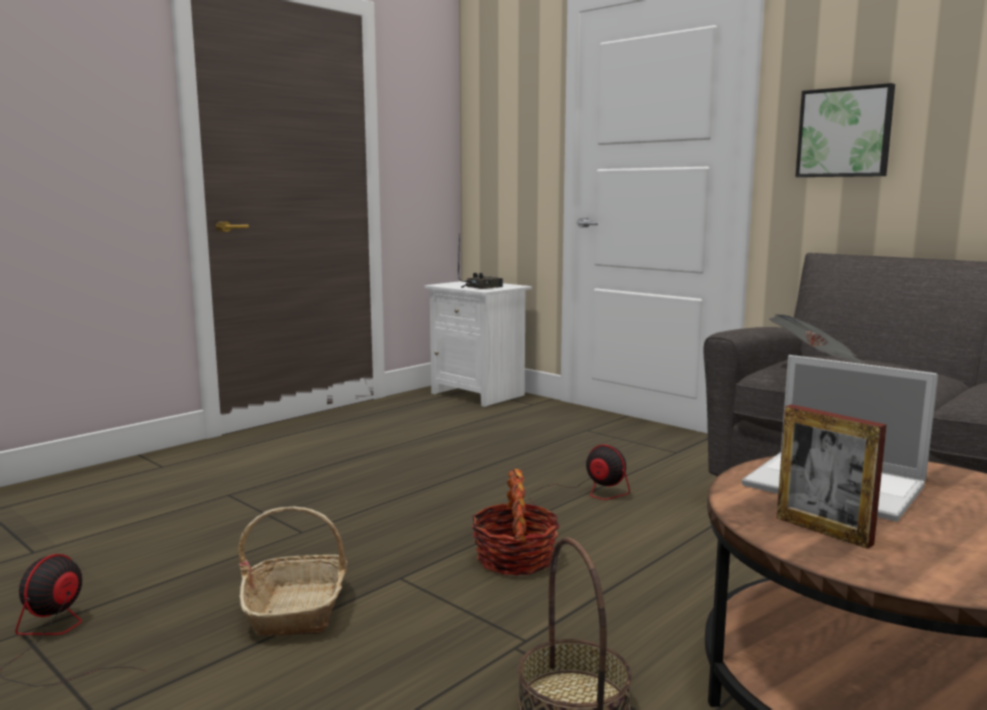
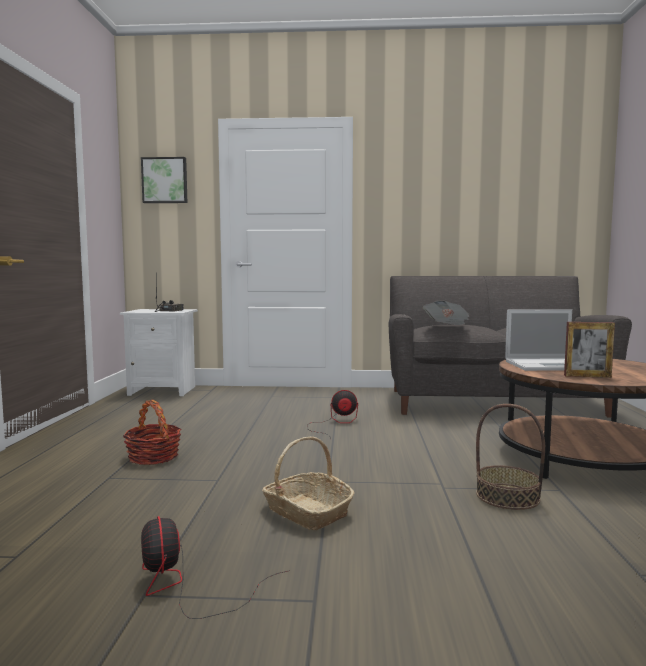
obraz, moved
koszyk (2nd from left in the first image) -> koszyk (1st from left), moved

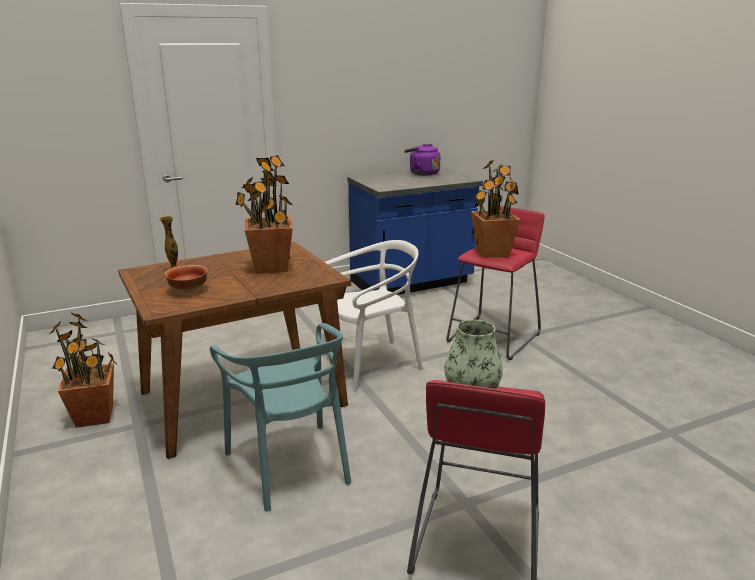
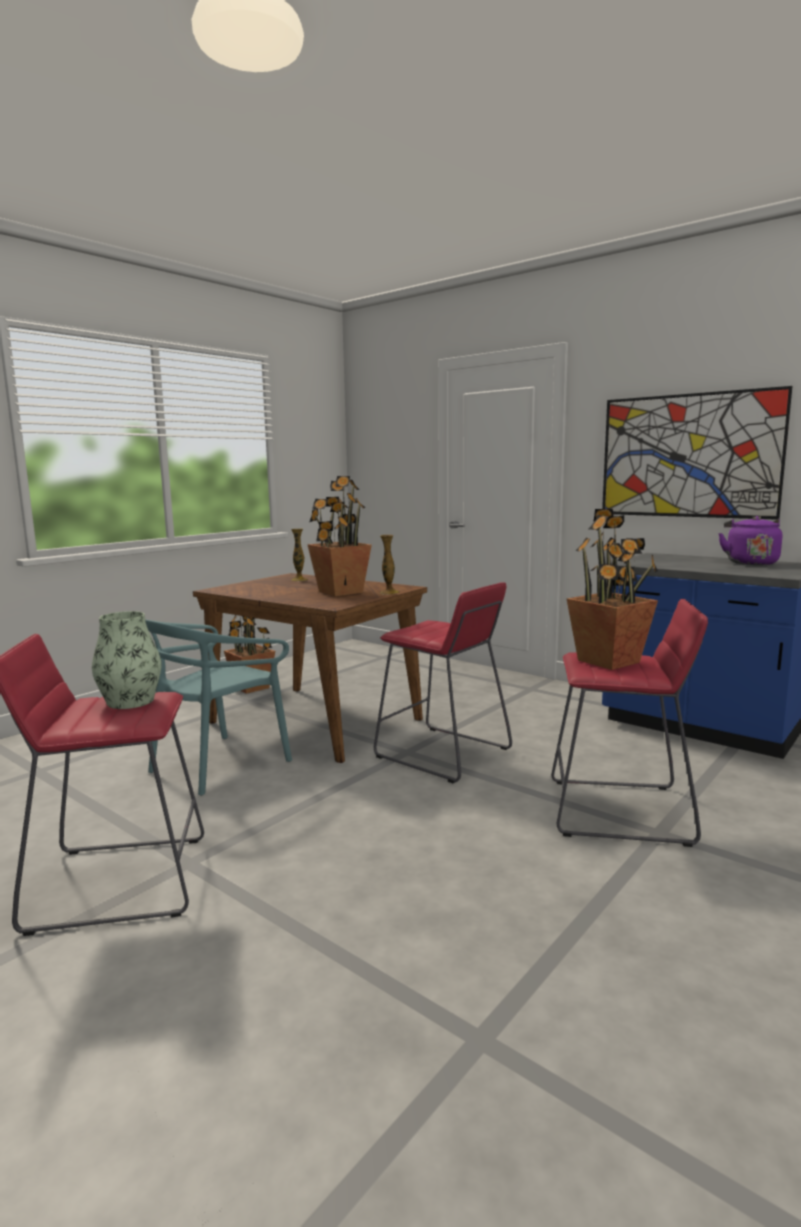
krzesło/biały -> stołek/czerwony (2nd from left)
miska -> none
none -> obraz
none -> wazon (3rd from left)

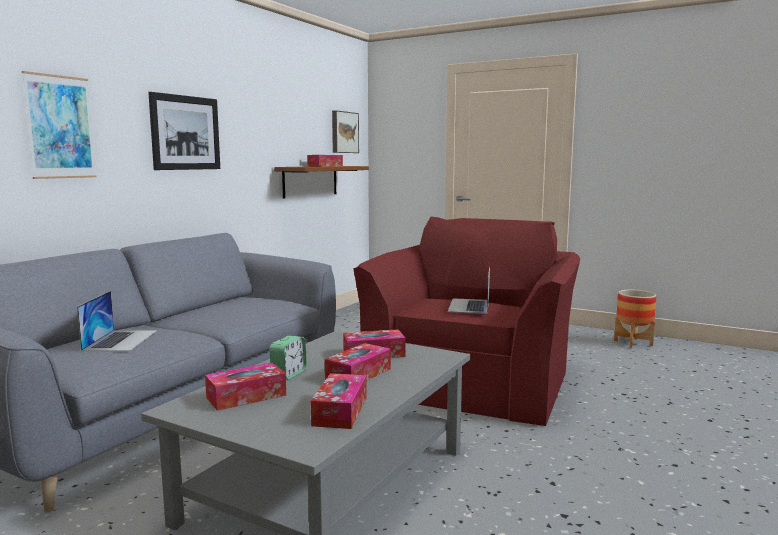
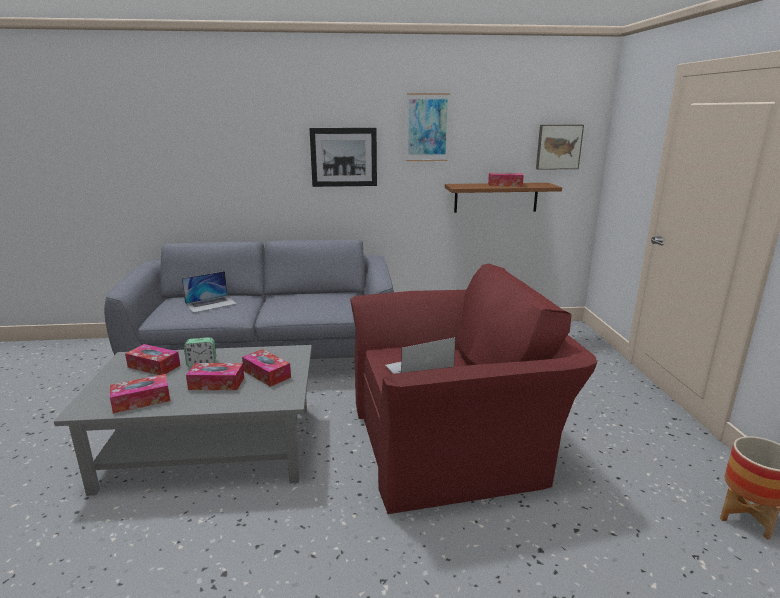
obraz (1st from left in the first image) -> obraz (2nd from left), moved

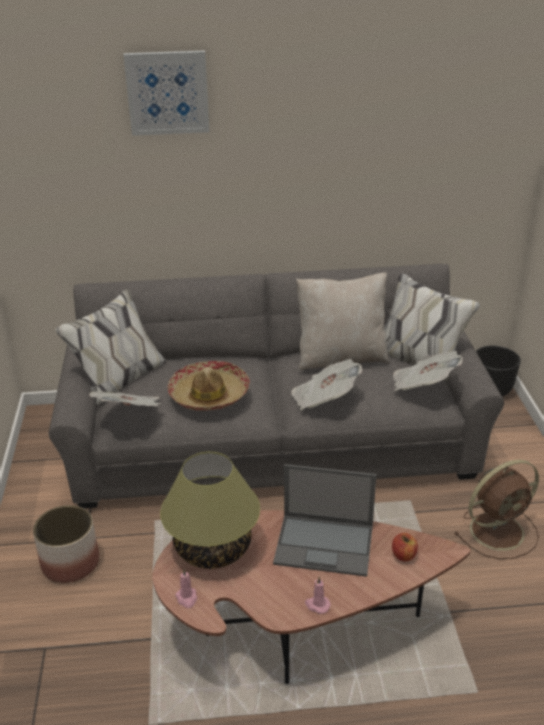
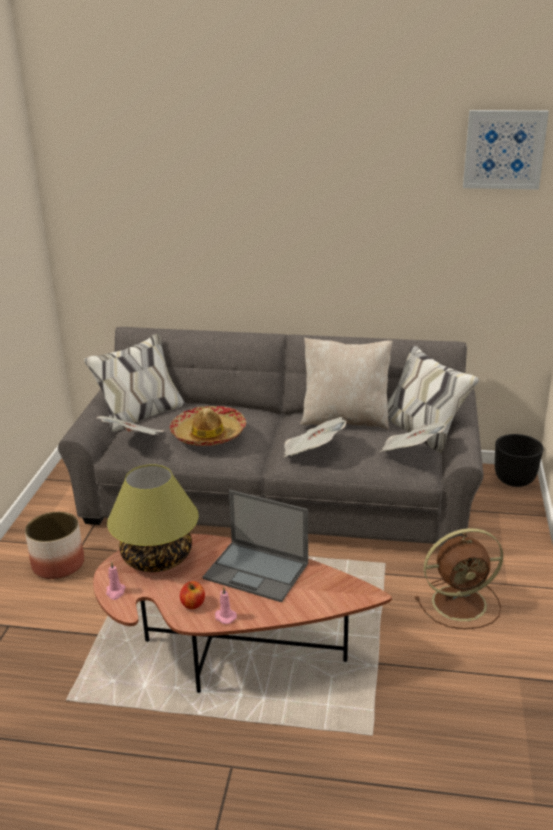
obraz, moved
jabłko, moved

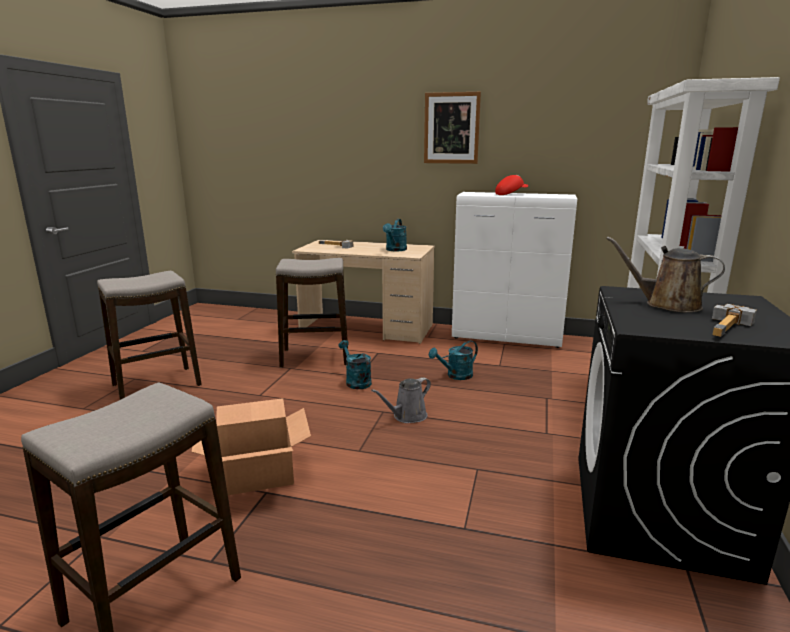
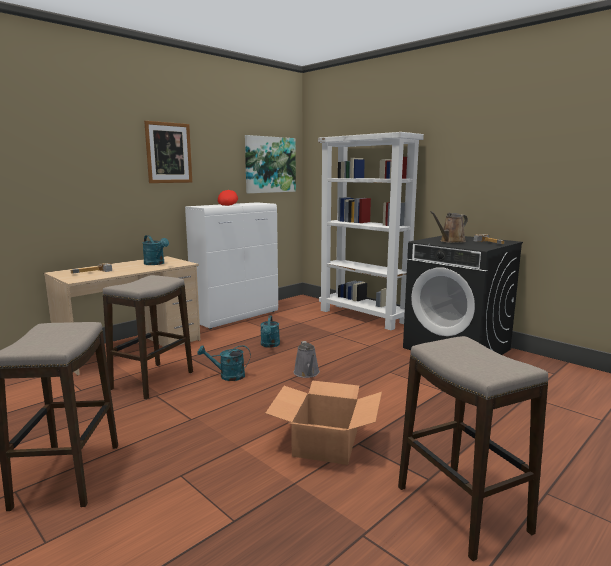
none -> obraz (2nd from left)

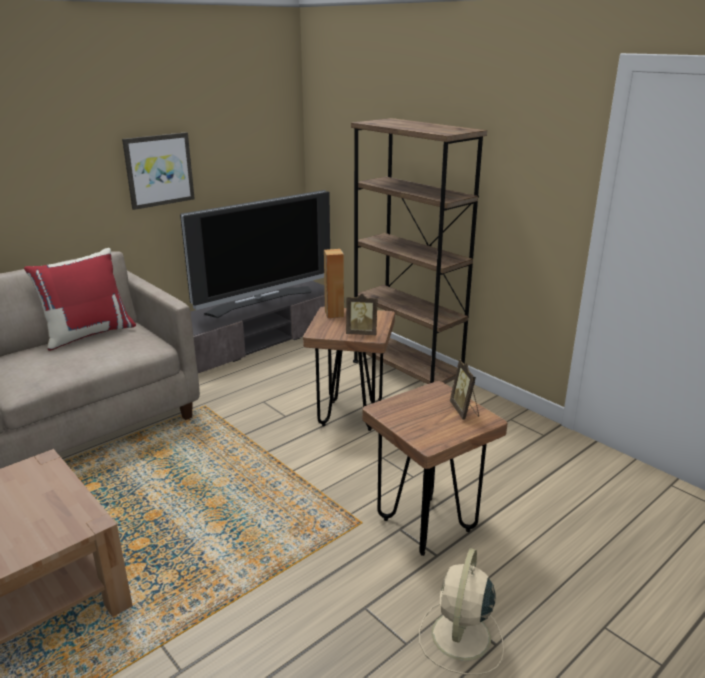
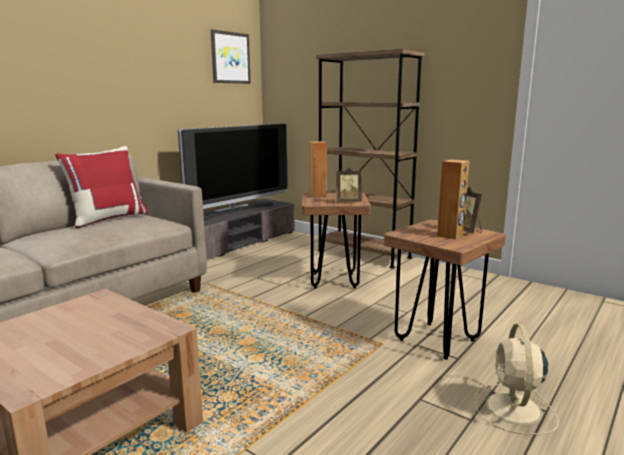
obraz, moved
none -> głośnik/brązowy (2nd from left)

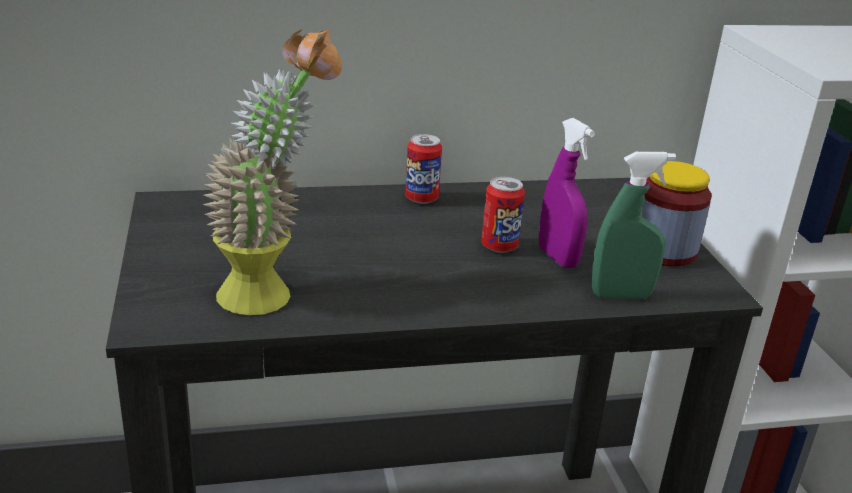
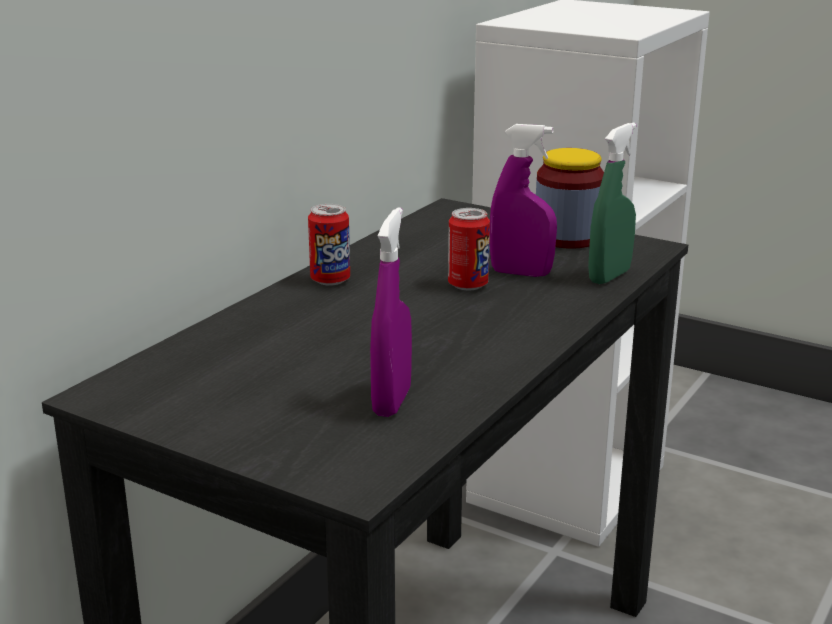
roślina doniczkowa -> spryskiwacz/fioletowy (1st from left)

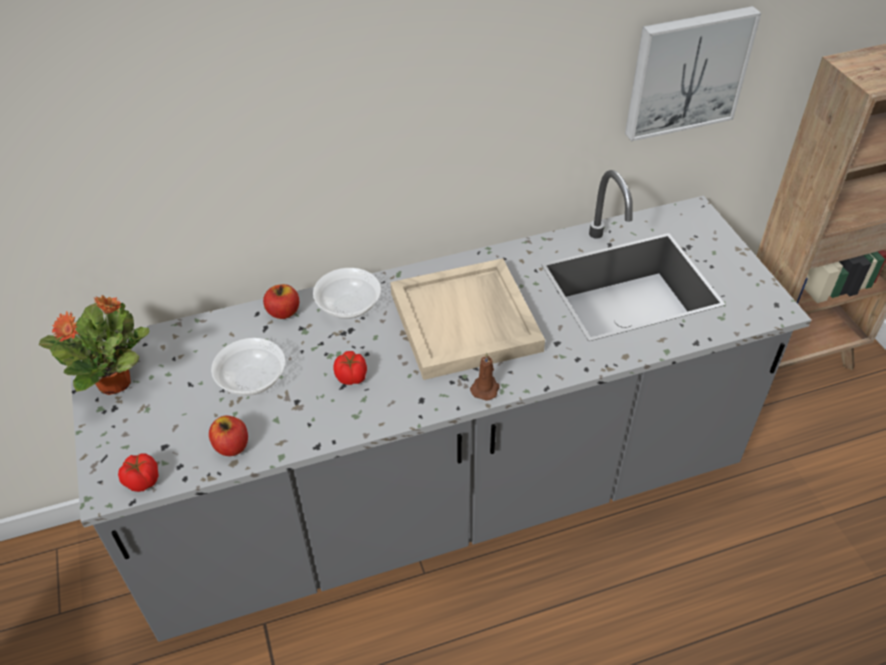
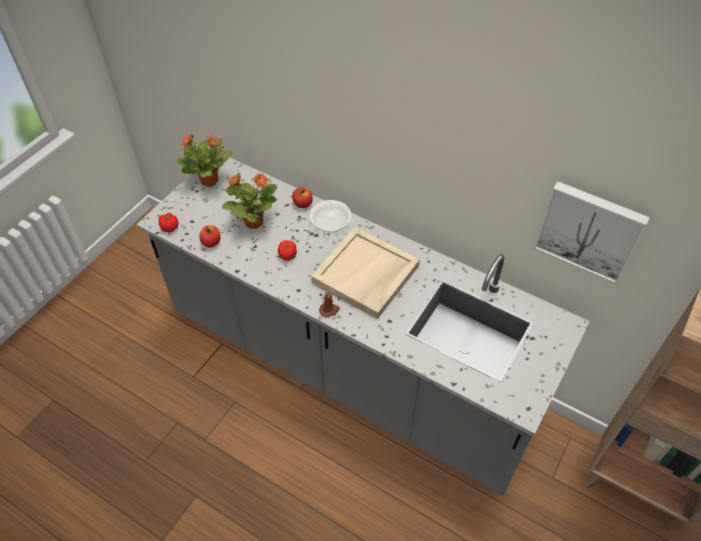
miska (1st from left) -> roślina doniczkowa (2nd from left)

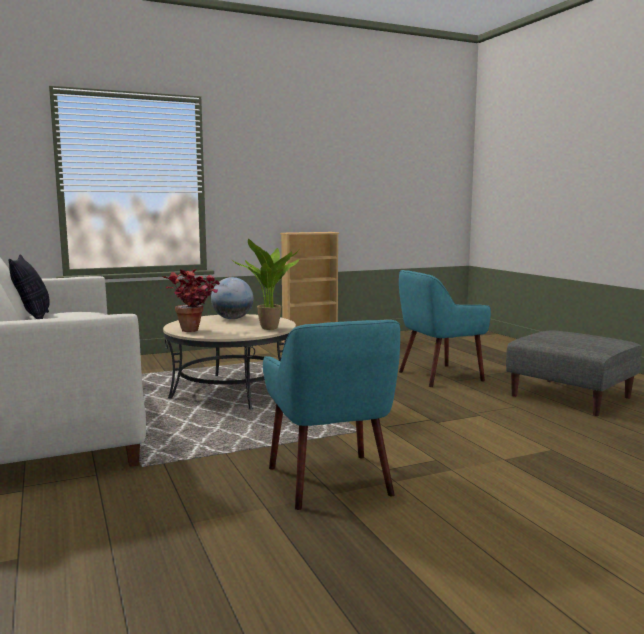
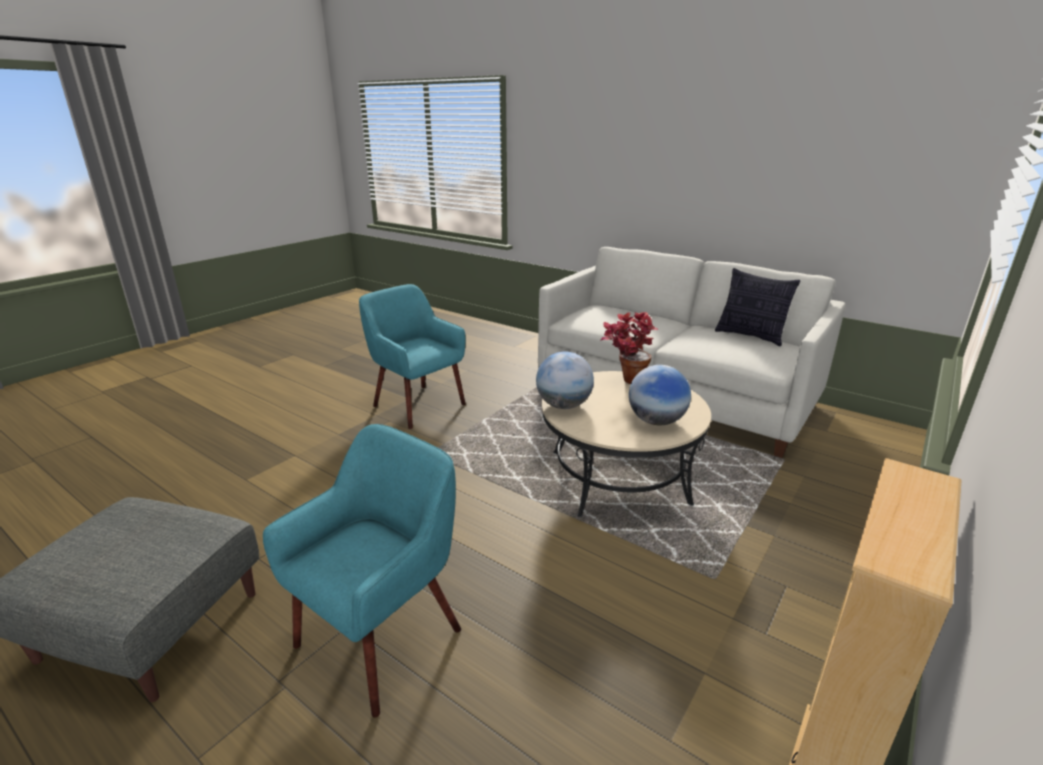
roślina doniczkowa (2nd from left) -> globus (1st from left)

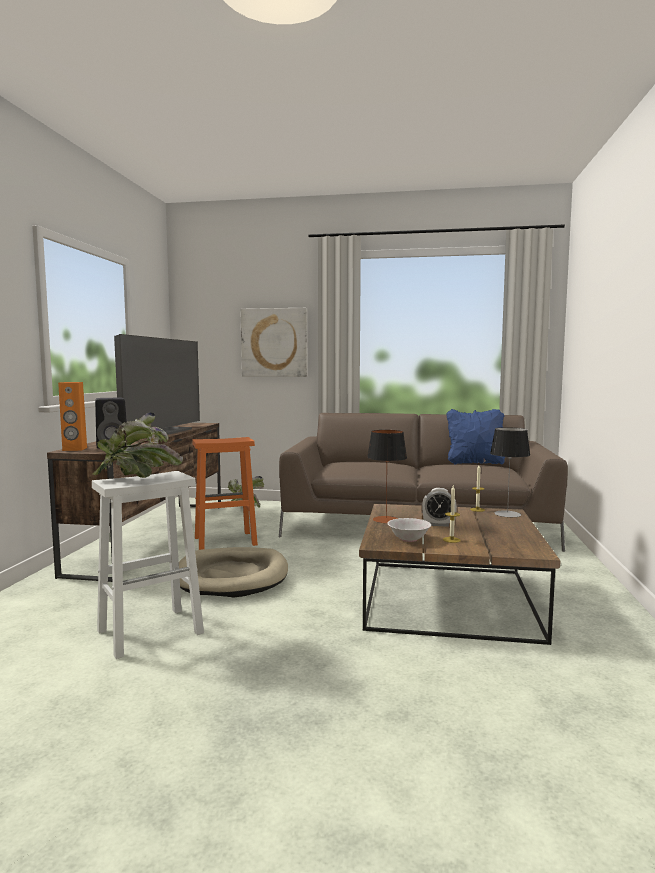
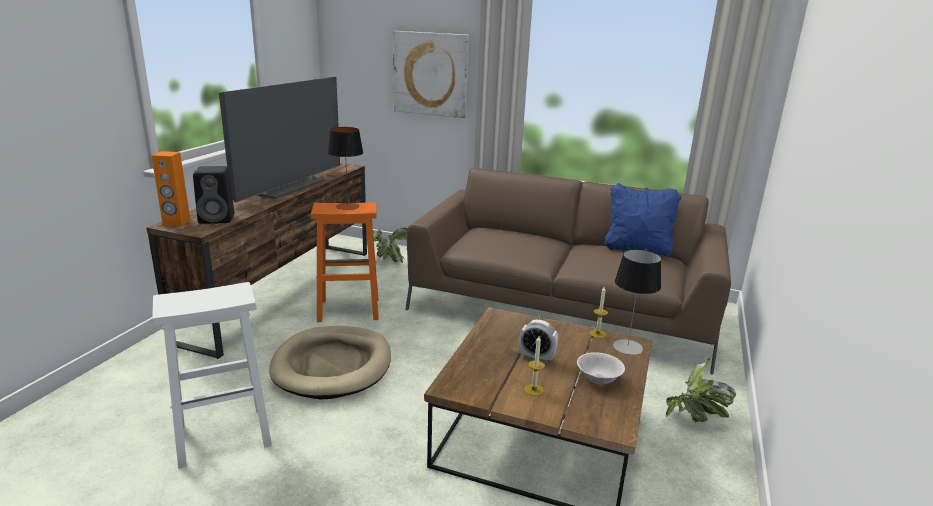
roślina doniczkowa (1st from left in the first image) -> roślina doniczkowa (2nd from left), moved
lampa stołowa (1st from left), moved
miska/biały, moved

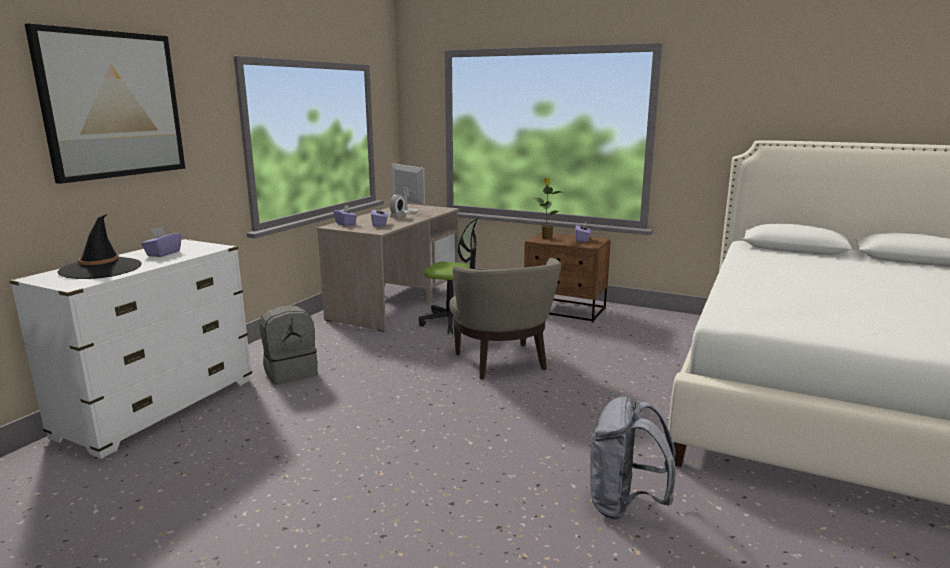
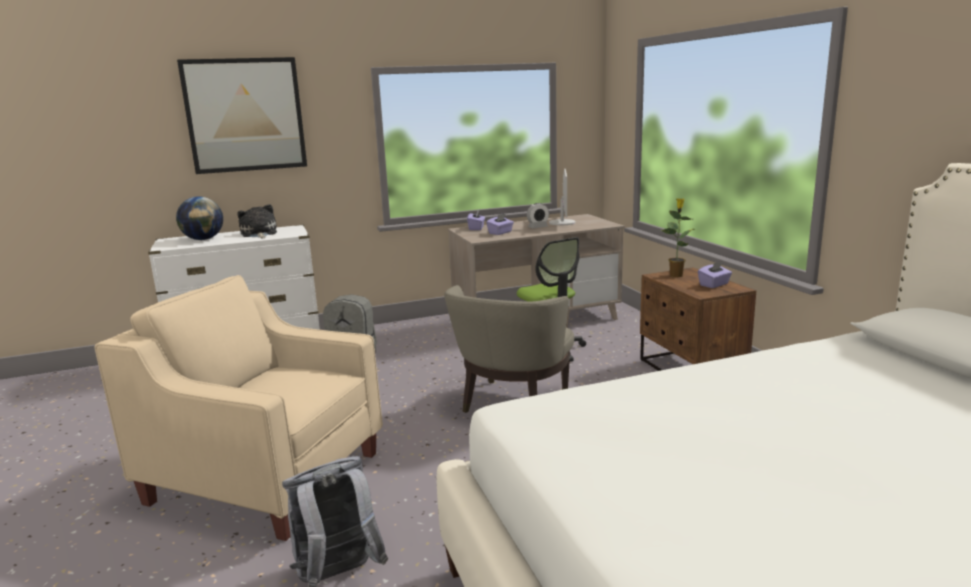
kapelusz/czarny -> globus
pudełko chusteczek/fioletowy (1st from left) -> pluszak
none -> fotel/beżowy (1st from left)

